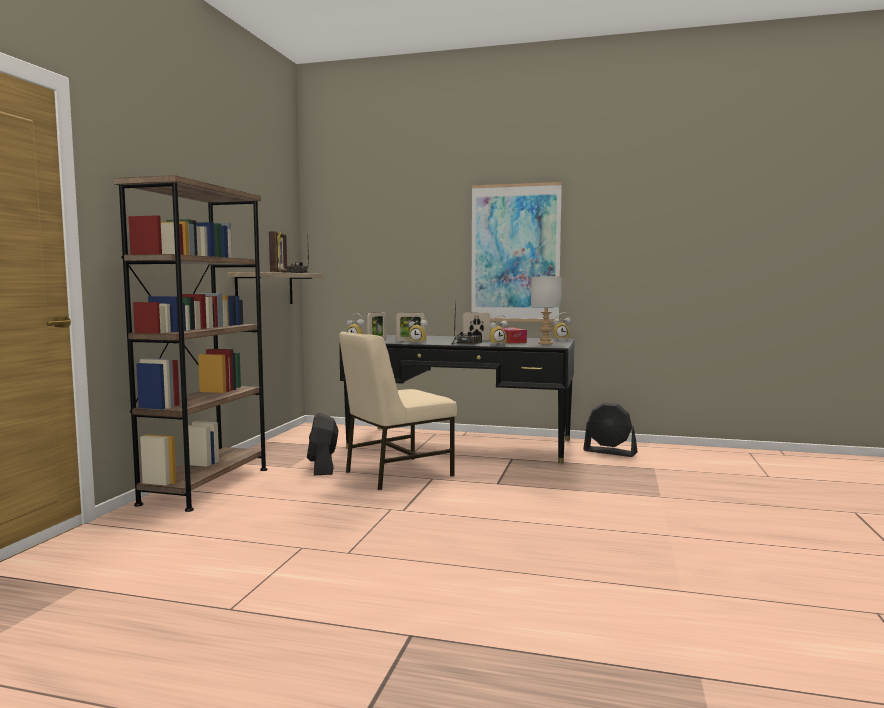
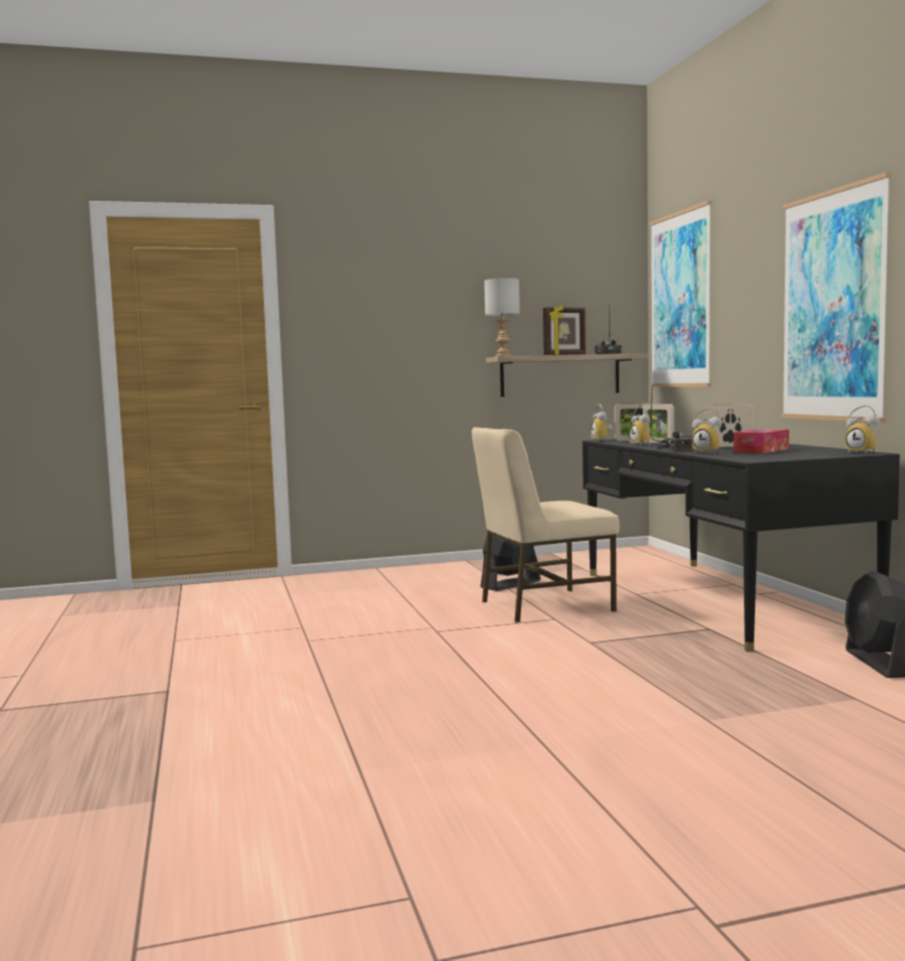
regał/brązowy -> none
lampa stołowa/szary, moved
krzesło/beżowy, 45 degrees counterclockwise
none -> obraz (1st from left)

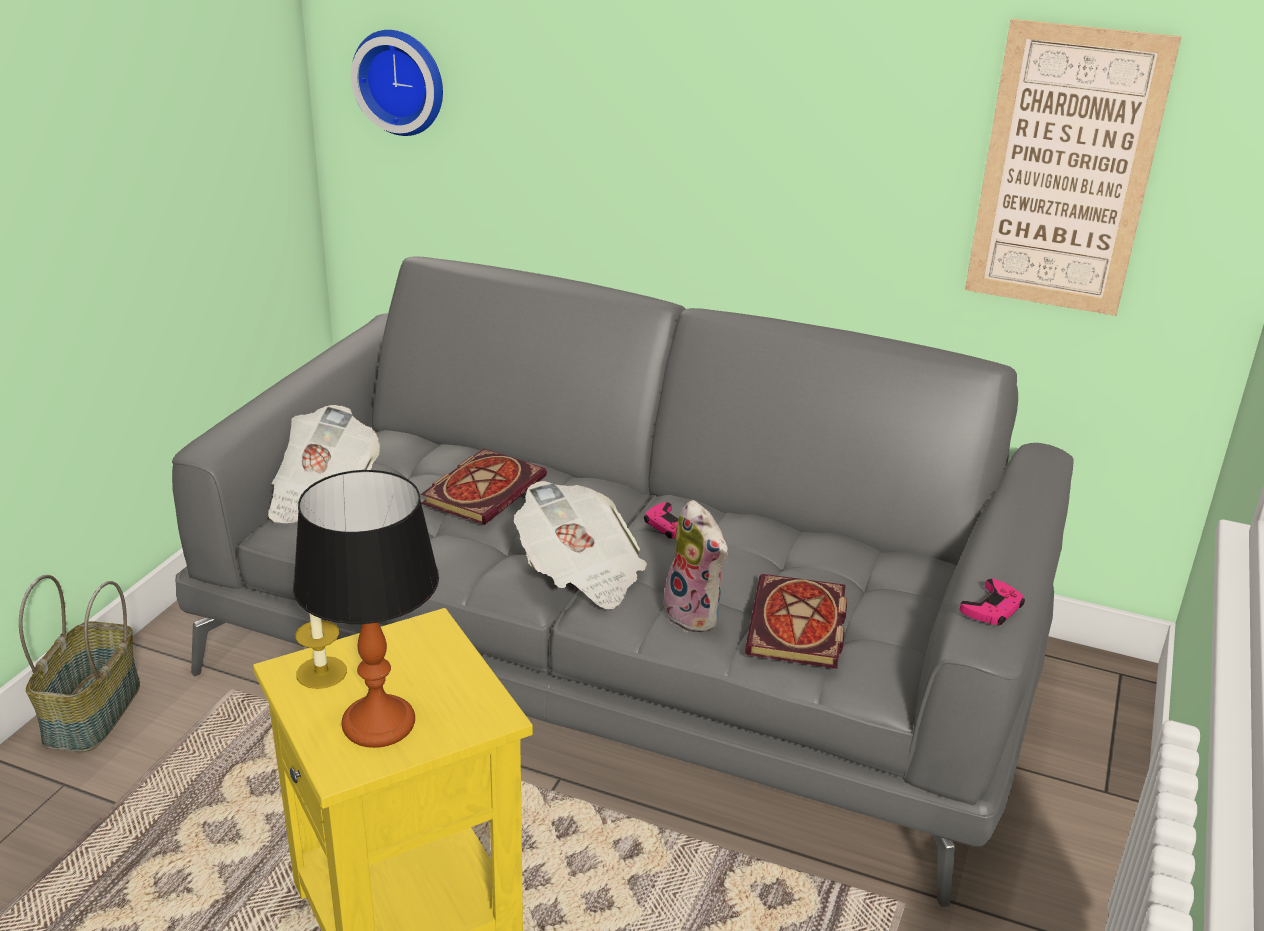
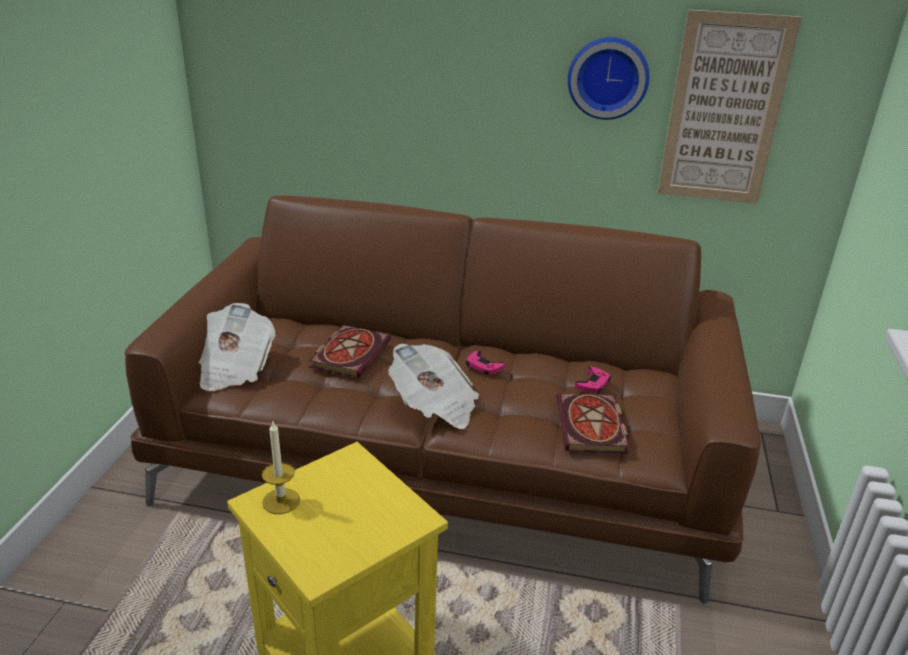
zegar ścienny, moved
kanapa/szary -> kanapa/brązowy
lampa stołowa -> none
pluszak -> none
koszyk -> none
pad do gier/różowy (2nd from left), moved

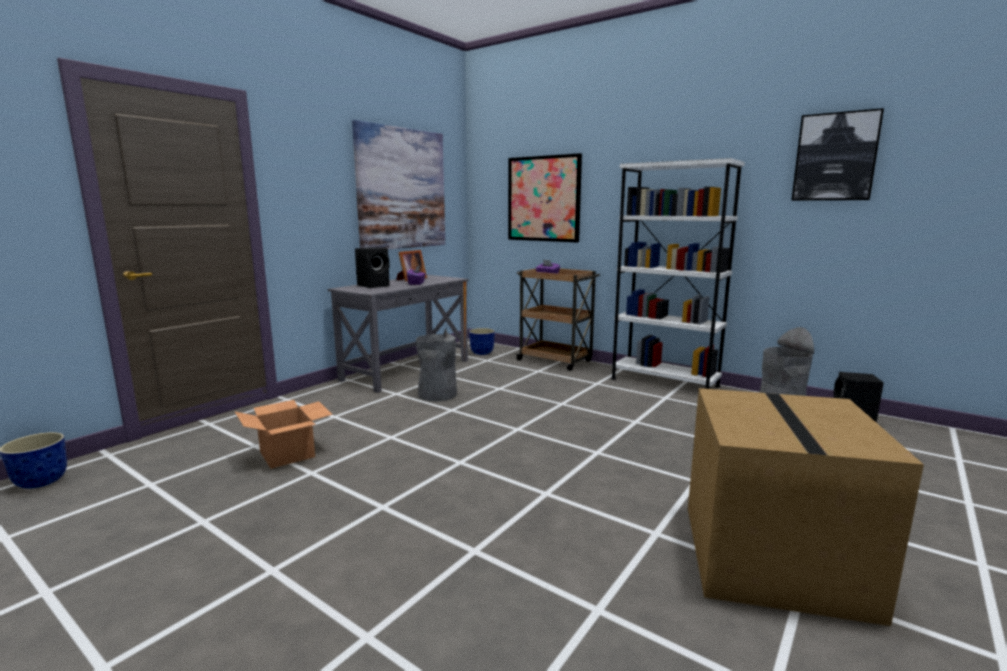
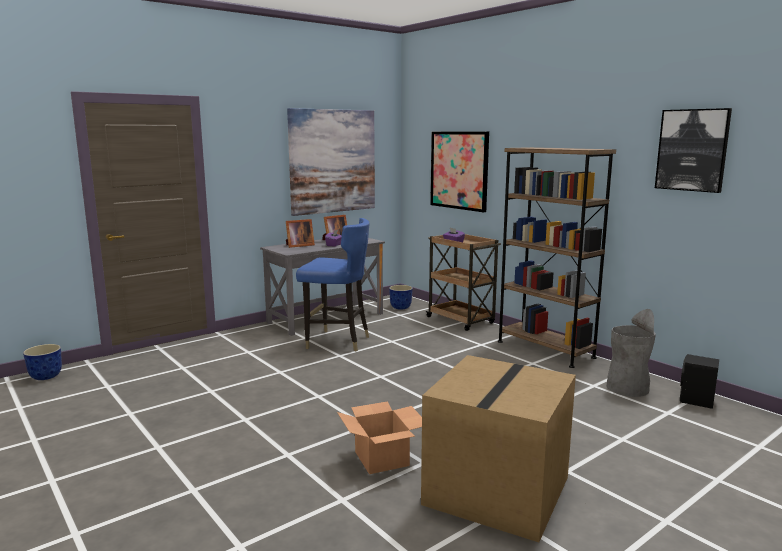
regał/biały -> regał/brązowy
głośnik/czarny (1st from left) -> ramka na zdjęcie (1st from left)
kosz na śmieci/szary (1st from left) -> krzesło/niebieski
karton (1st from left), moved

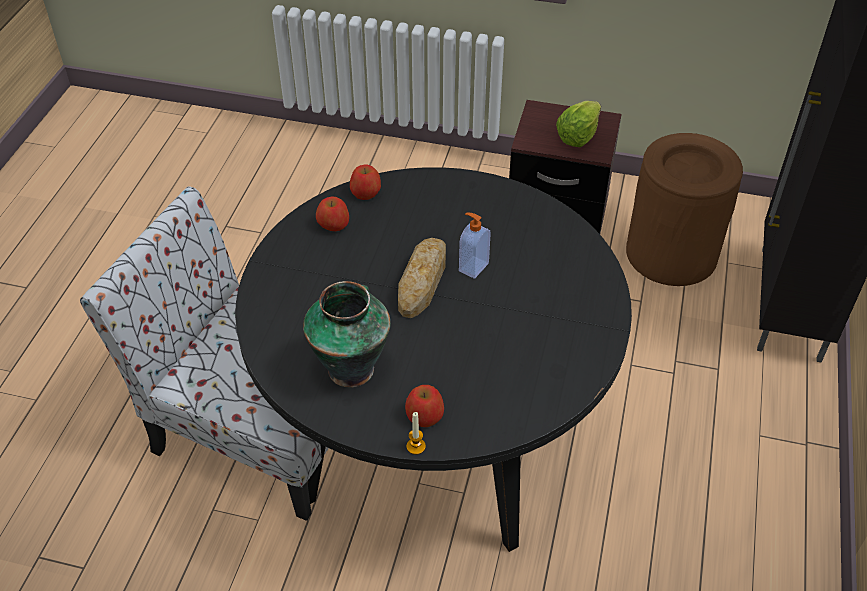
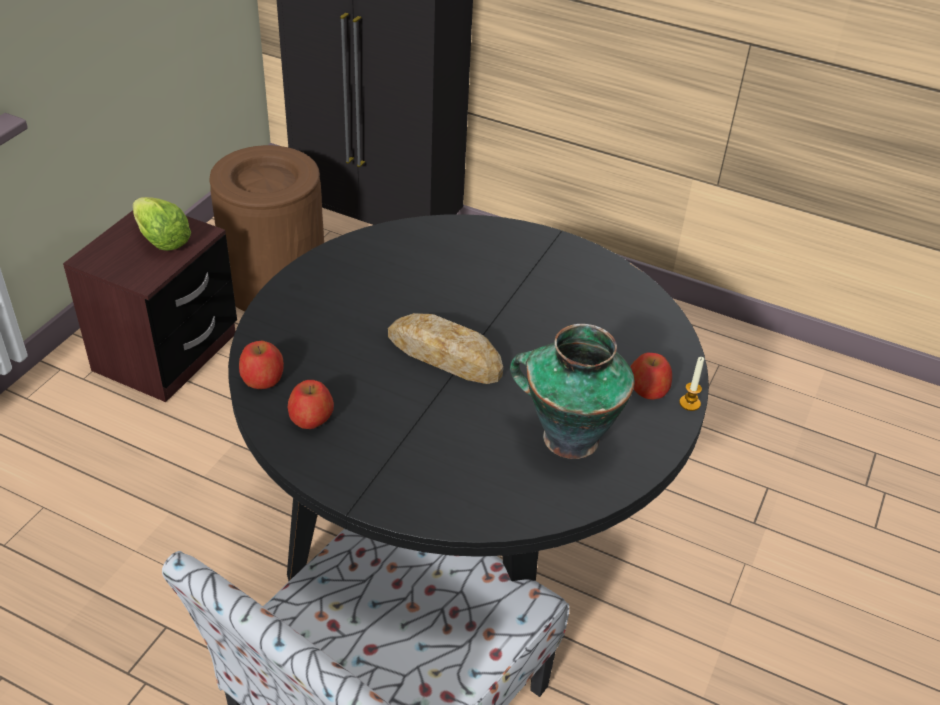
dozownik mydła -> none

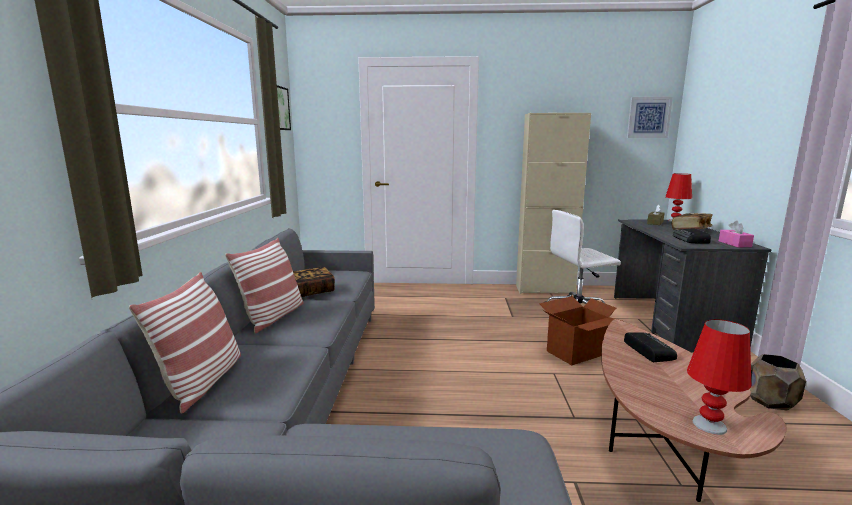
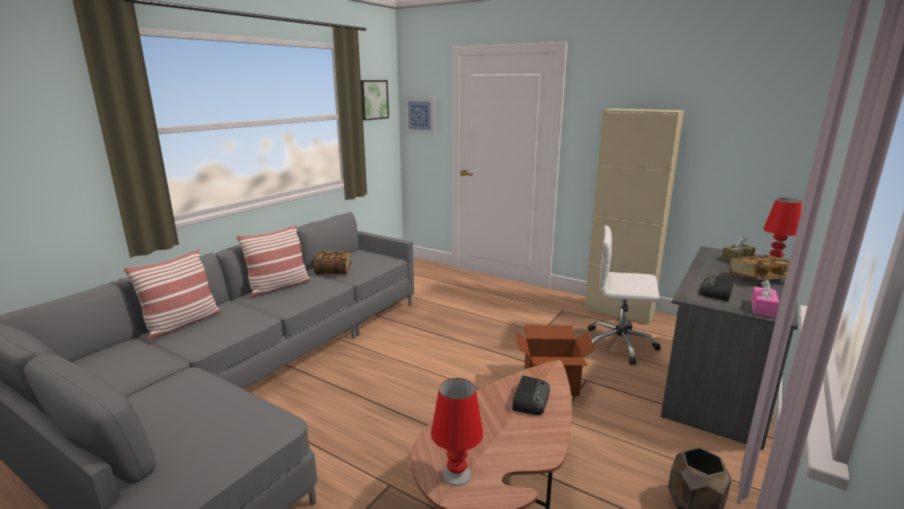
obraz (2nd from left), moved

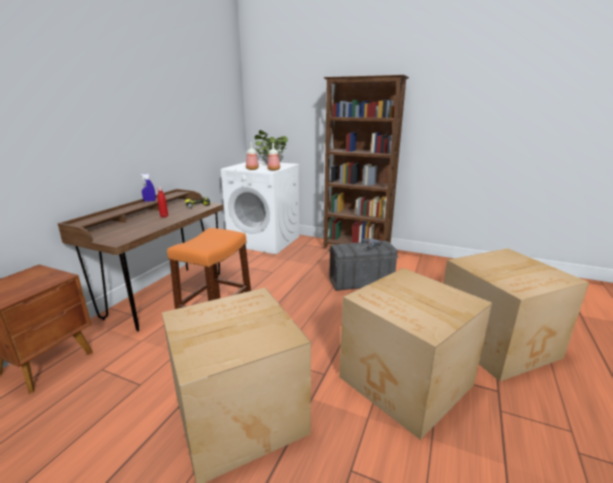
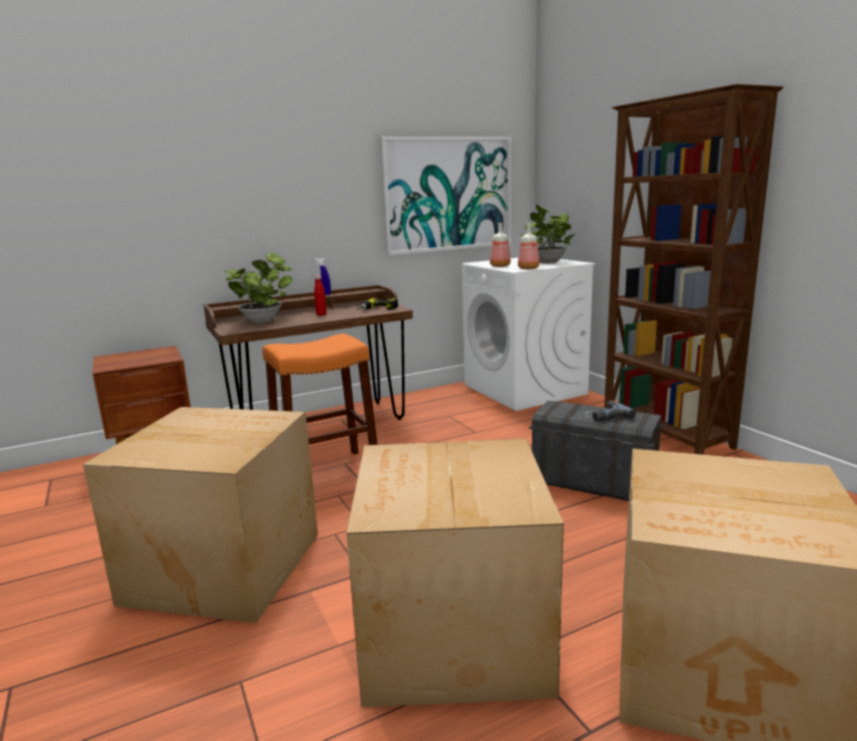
none -> obraz
none -> roślina doniczkowa (1st from left)

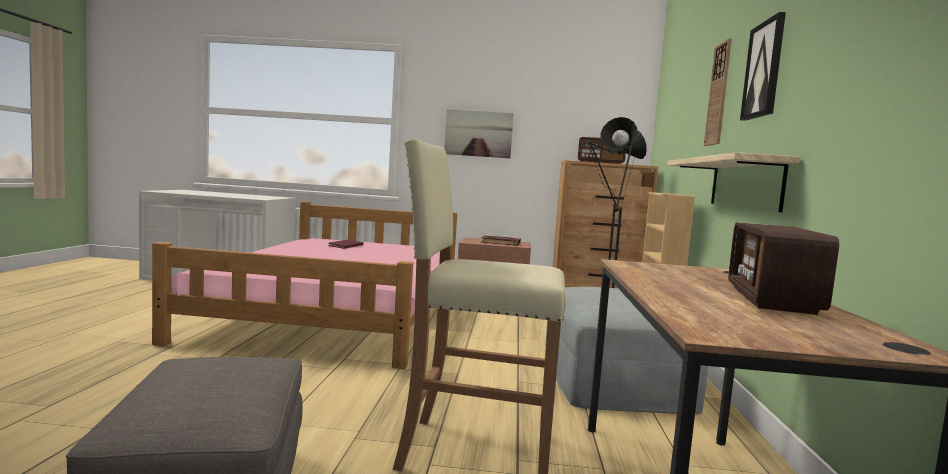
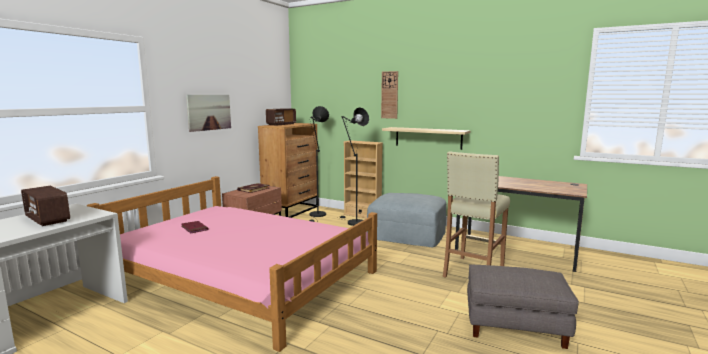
obraz (2nd from left) -> none
radio (2nd from left in the first image) -> radio (1st from left), moved

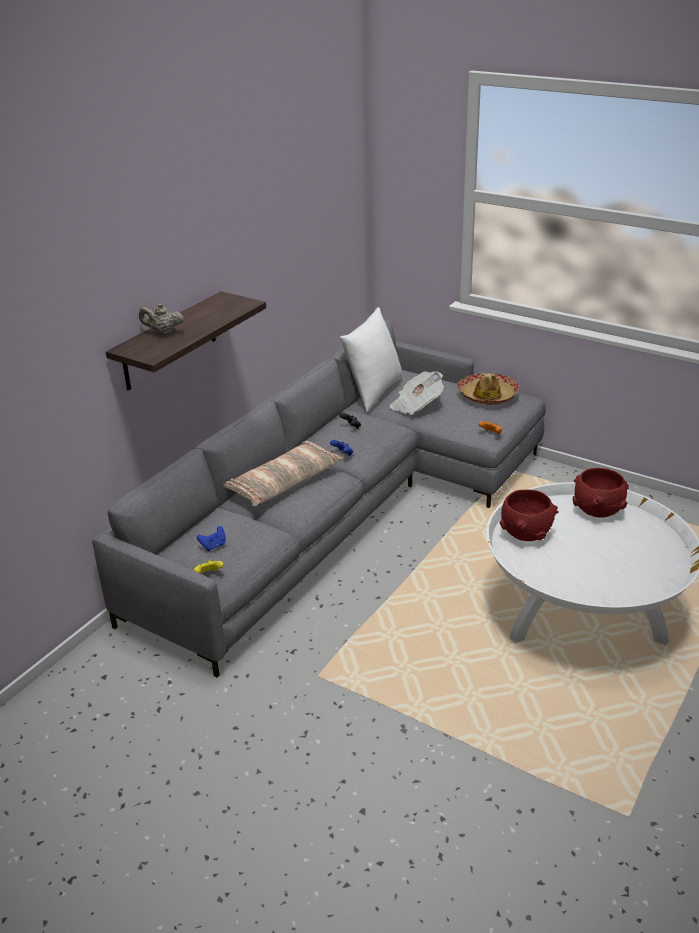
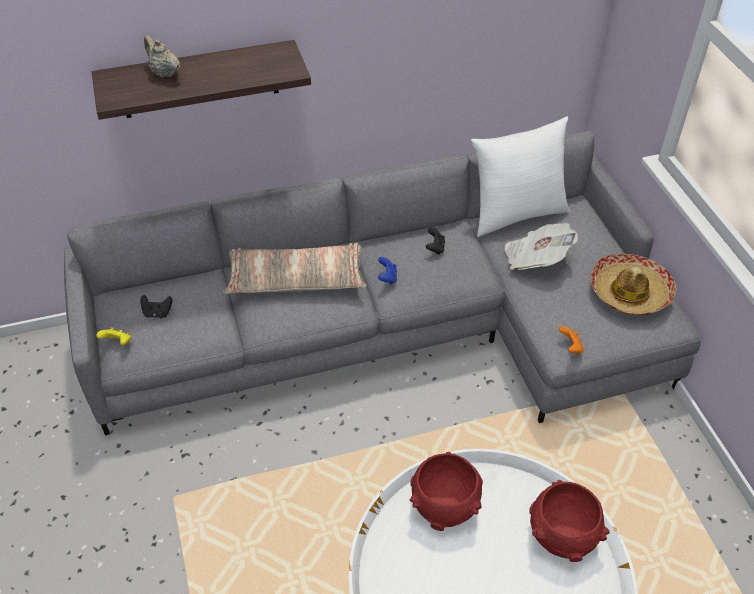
pad do gier/niebieski (1st from left) -> pad do gier/czarny (1st from left)

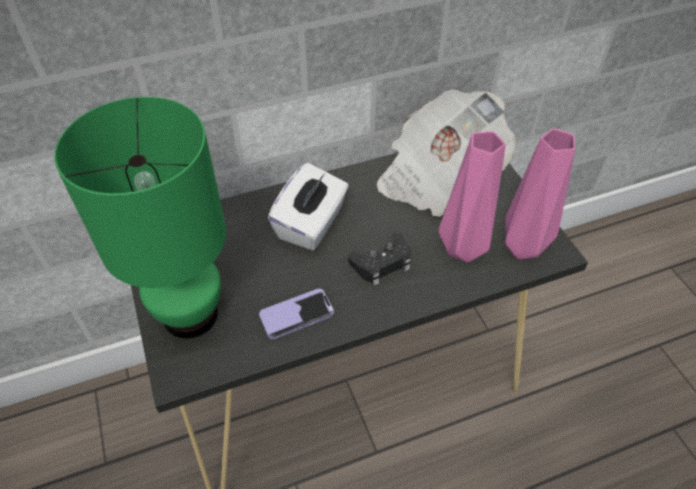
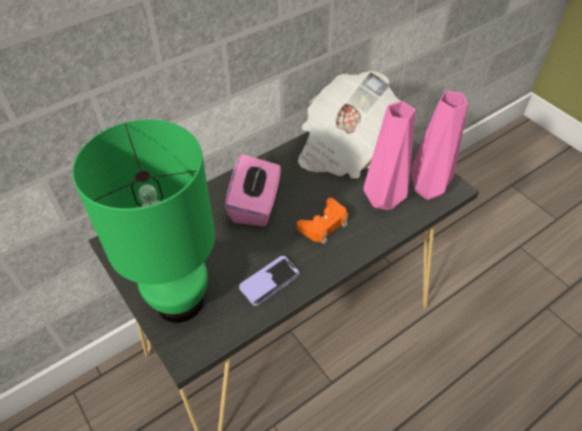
pudełko chusteczek/biały -> pudełko chusteczek/różowy
pad do gier/czarny -> pad do gier/pomarańczowy

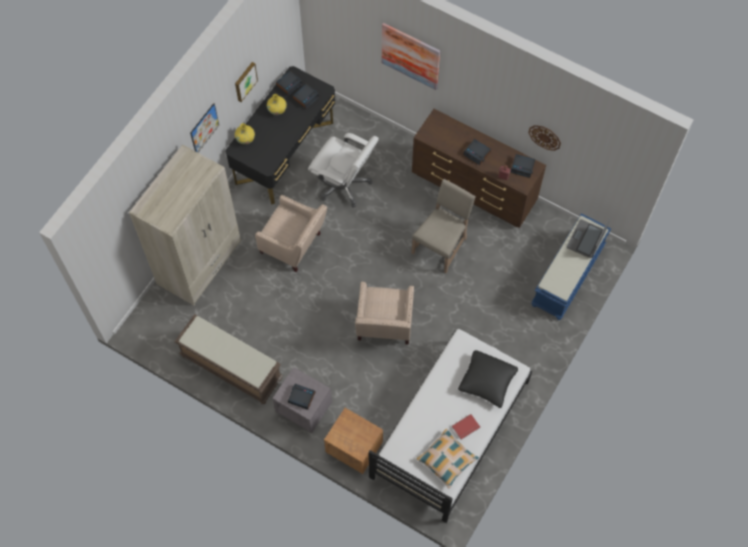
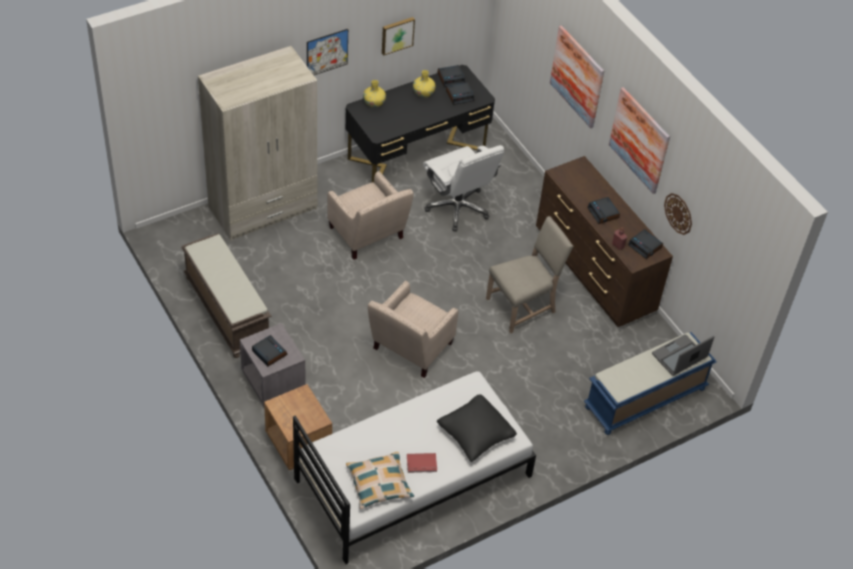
none -> obraz (4th from left)

